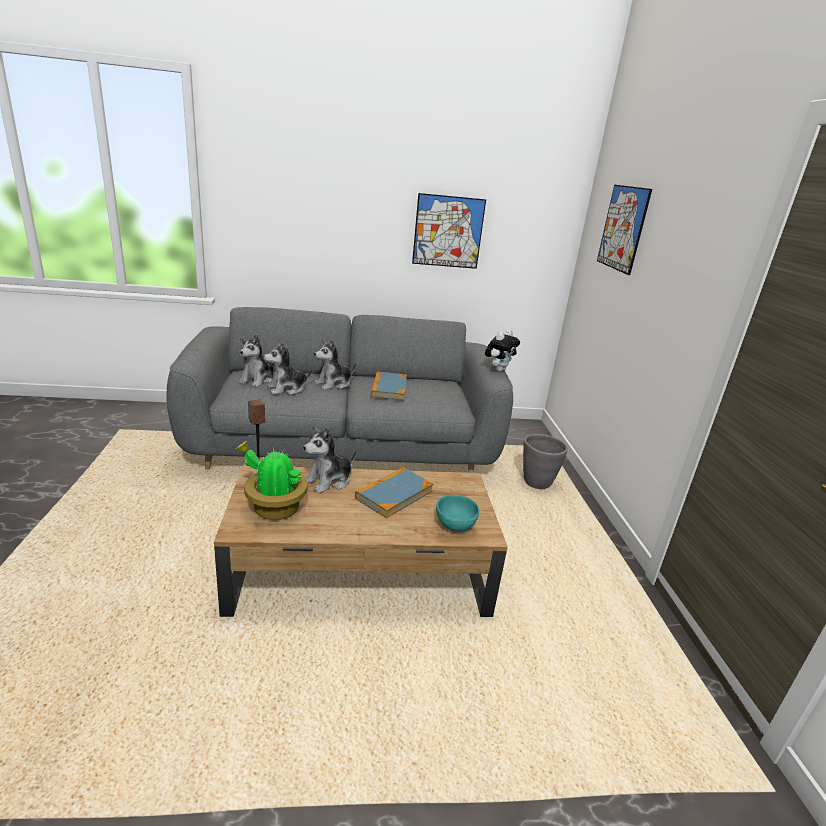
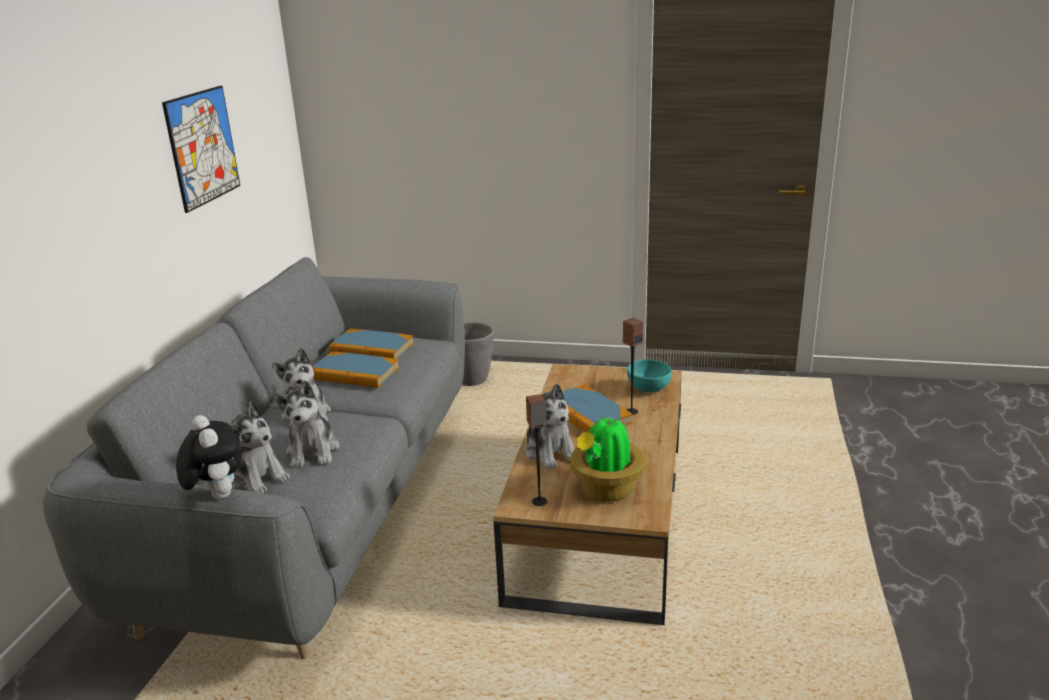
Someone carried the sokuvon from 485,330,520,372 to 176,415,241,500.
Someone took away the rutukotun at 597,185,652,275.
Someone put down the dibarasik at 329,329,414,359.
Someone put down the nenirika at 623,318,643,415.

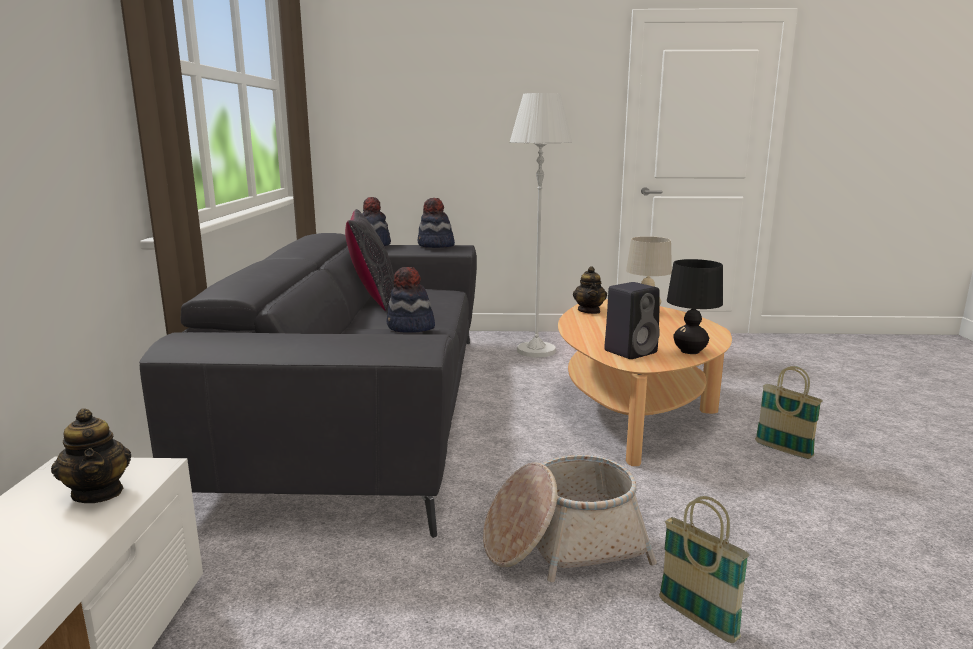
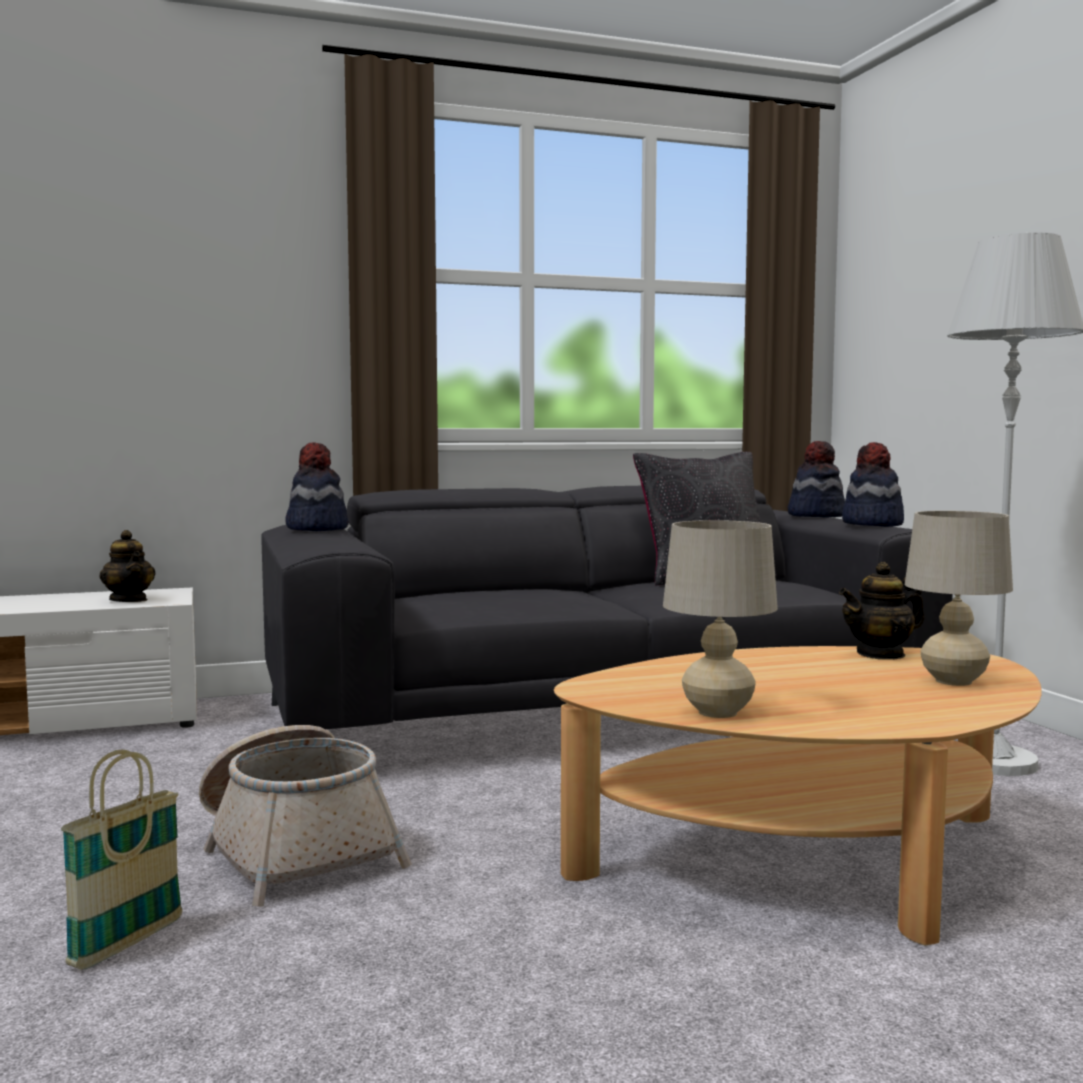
Someone rotated the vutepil at 51,409,131,503 by 75 degrees counterclockwise.
Someone carried the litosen from 386,267,435,333 to 285,443,349,531.
Someone took away the black_nenirika at 604,282,660,359.
Someone repainted the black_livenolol at 667,259,723,354, which became the beige_livenolol at 663,520,778,718.
Someone took away the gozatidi at 755,366,823,459.

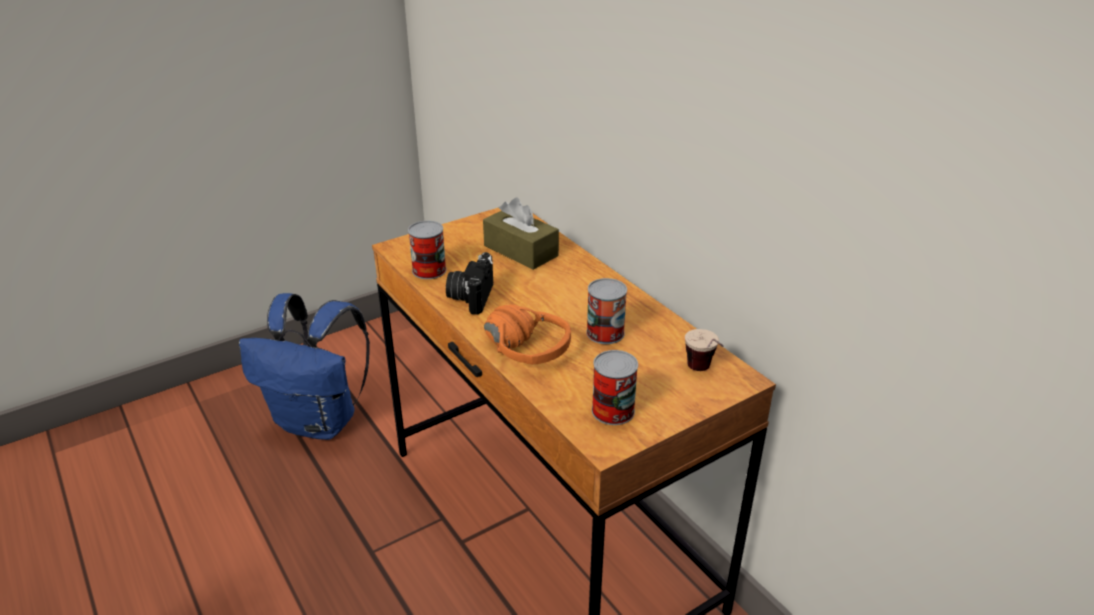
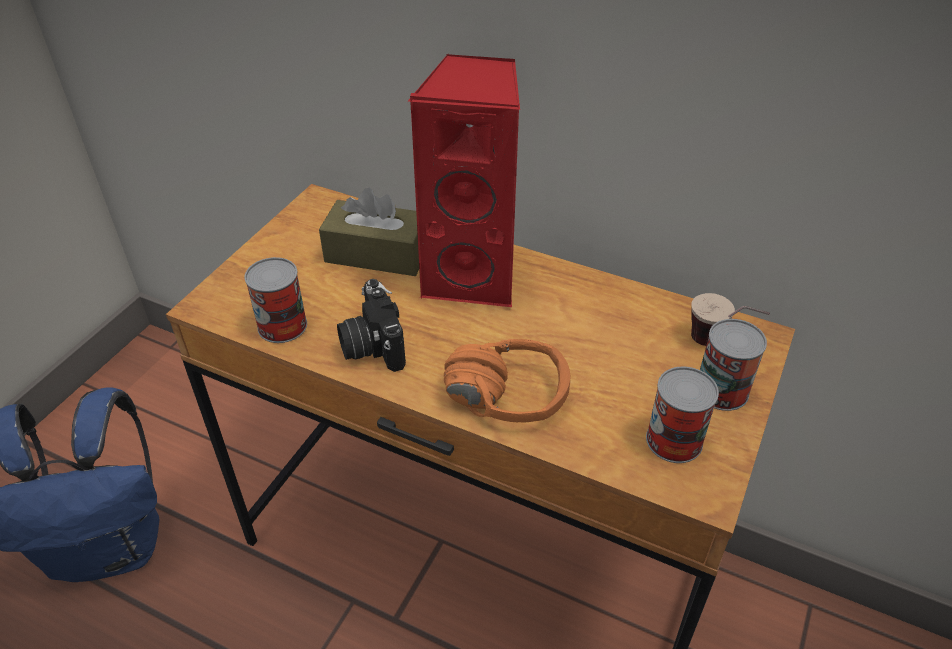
Someone carried the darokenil from 586,278,627,344 to 700,319,767,411.
Someone put down the red_nenirika at 408,53,520,307.

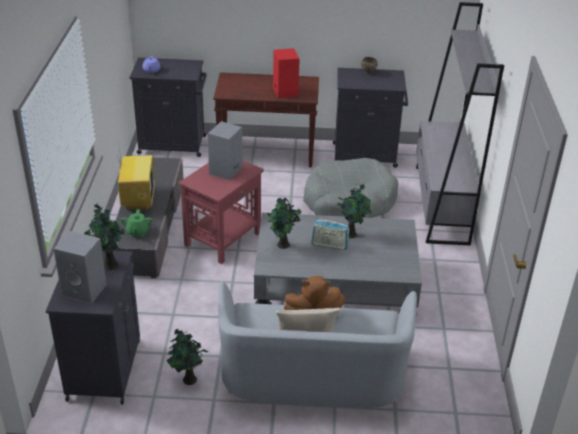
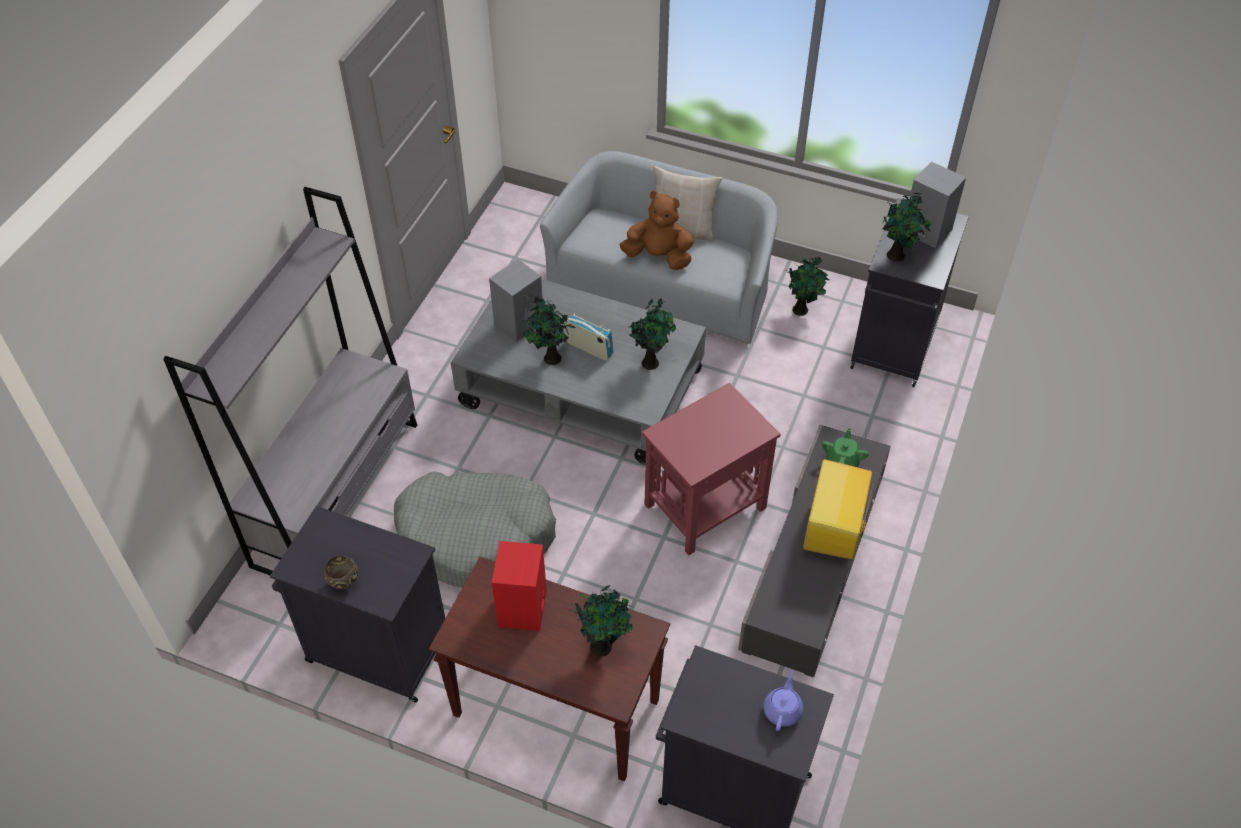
Someone carried the grey_nenirika from 208,121,243,180 to 489,259,543,343.
Someone put down the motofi at 570,585,633,657.

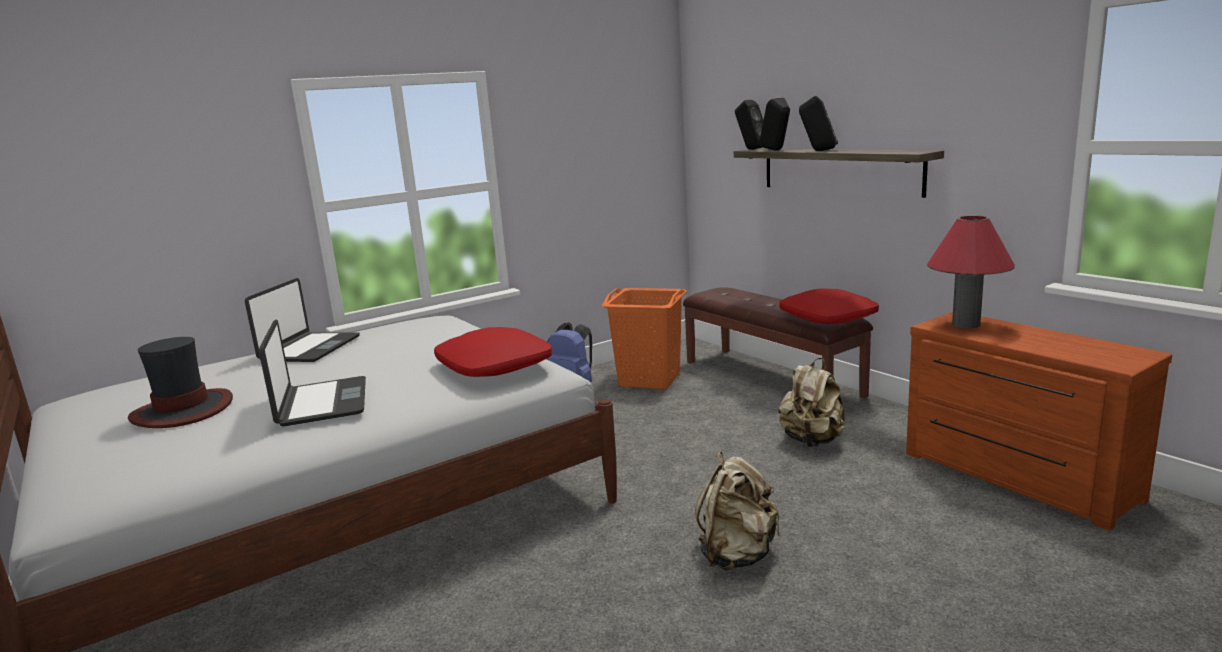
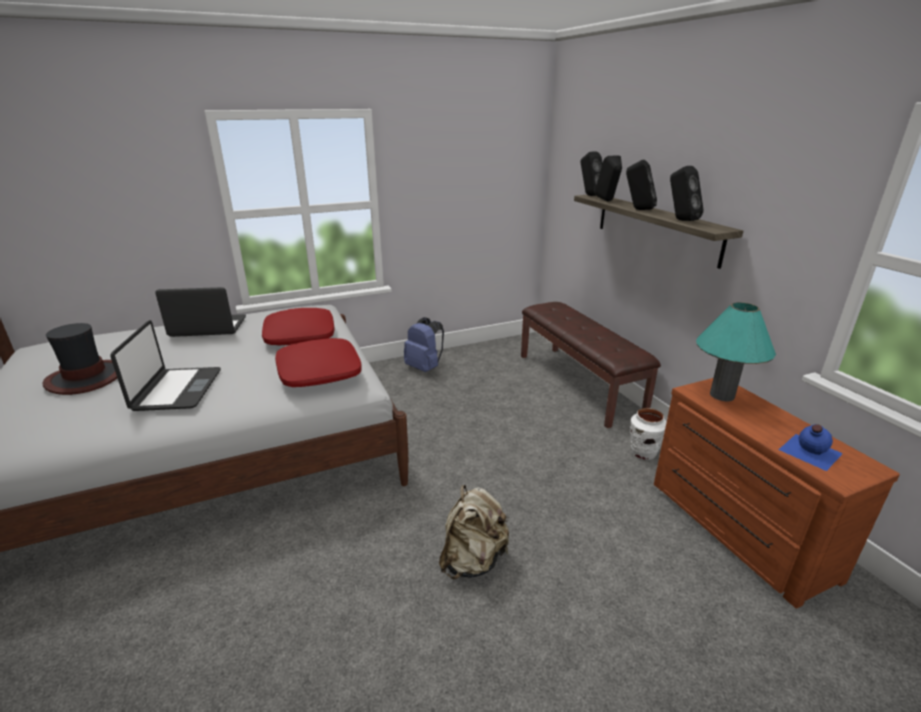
Someone rotated the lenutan at 245,278,360,362 by 120 degrees counterclockwise.
Someone took away the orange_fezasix at 601,288,687,389.
Someone took away the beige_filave at 778,358,845,447.
Someone carried the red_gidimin from 779,288,879,324 to 262,308,334,345.
Someone repainted the red_livenolol at 927,216,1015,328, which became the turquoise_livenolol at 696,302,776,401.
Someone put down the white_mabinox at 630,408,667,460.
Someone put down the black_nenirika at 670,166,704,221.
Someone put down the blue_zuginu at 779,424,843,471.

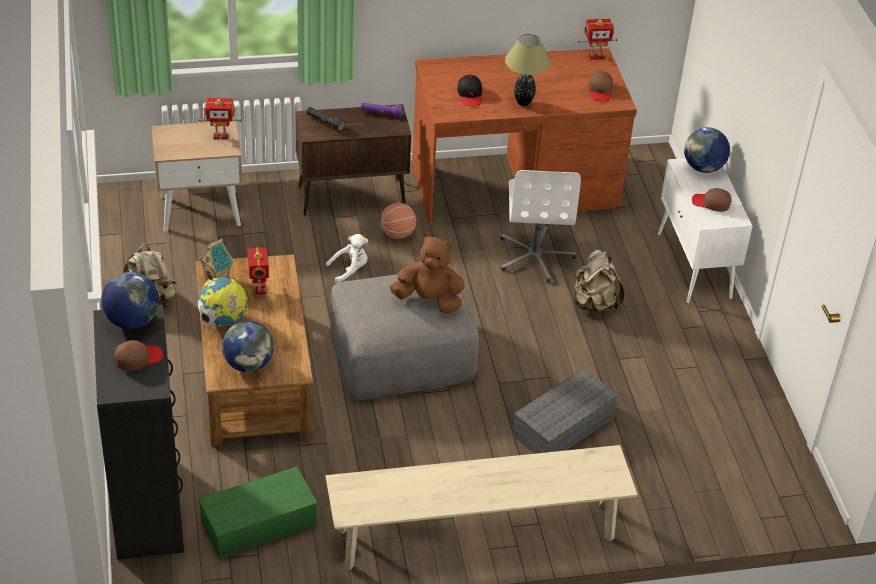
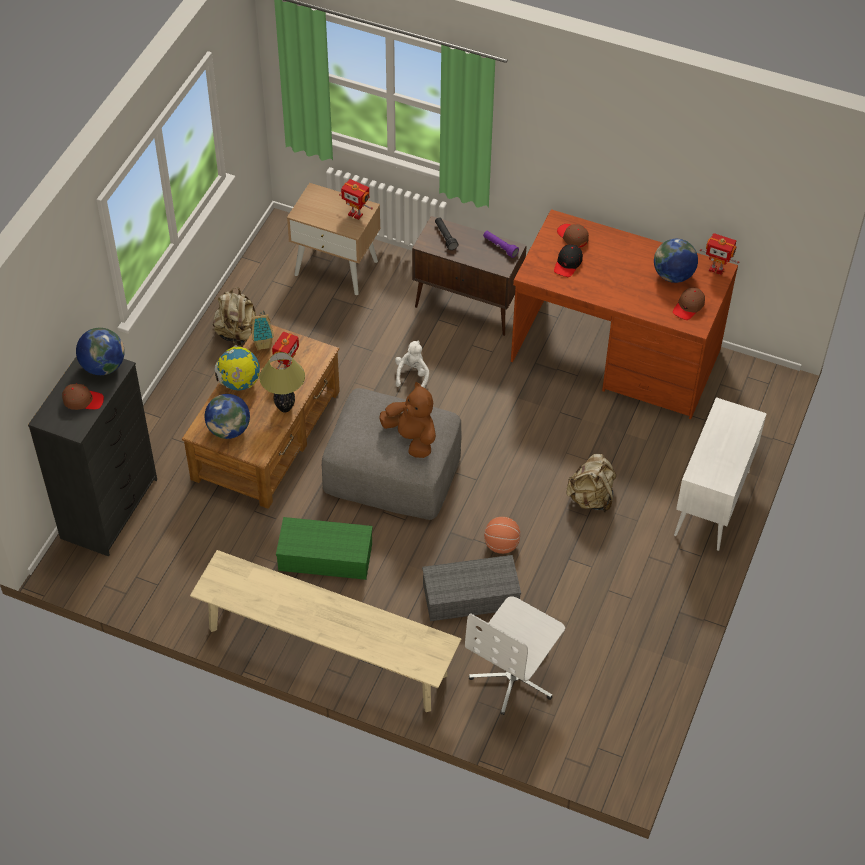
Someone carried the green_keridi from 198,466,318,559 to 276,517,373,580.
Someone rotated the white_sokuvon at 326,234,368,283 by 90 degrees counterclockwise.
Someone carried the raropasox from 381,203,416,239 to 484,517,521,554.
Someone carried the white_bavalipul from 500,170,581,283 to 465,596,565,715.
Someone carried the livenolol from 505,34,551,106 to 259,352,305,412.
Someone carried the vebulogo from 684,127,730,173 to 654,239,698,283.
Someone carried the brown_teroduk from 692,188,731,212 to 557,224,589,247.

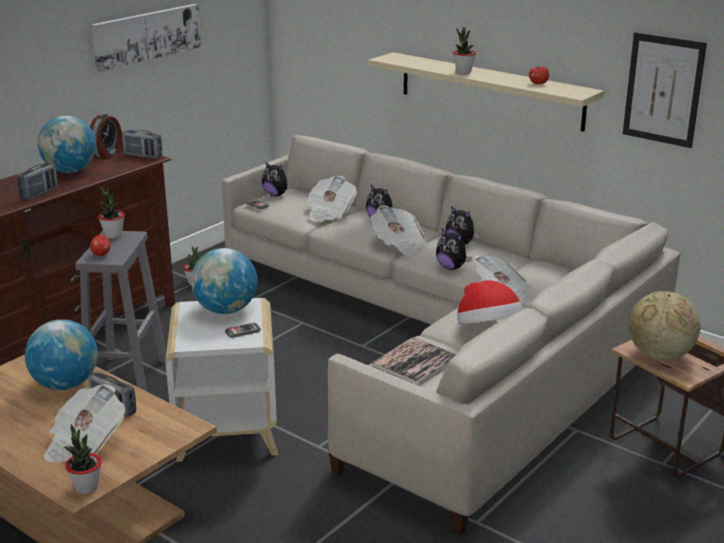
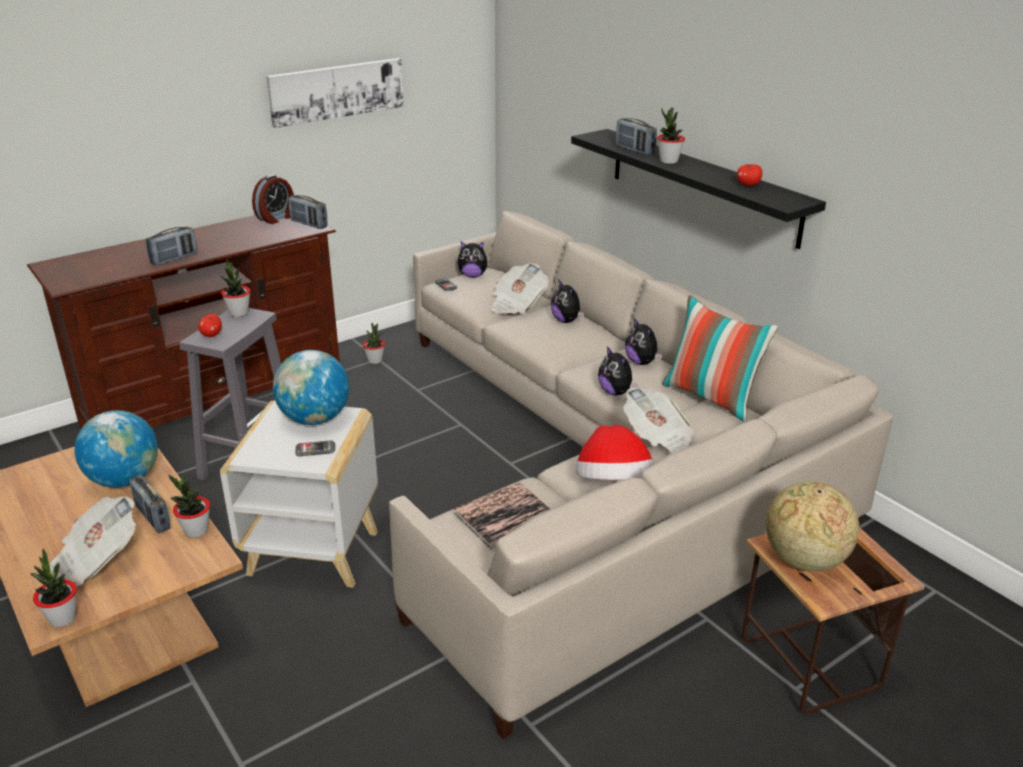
Someone took away the vebulogo at 38,116,96,173.
Someone rotated the sokuvon at 262,161,292,196 by 45 degrees counterclockwise.
Someone repainted the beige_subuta at 368,52,604,132, which became the black_subuta at 571,129,826,249.
Someone took away the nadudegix at 371,205,427,255.
Someone took away the rutukotun at 623,33,707,148.
Someone put down the motofi at 169,474,210,538.
Someone put down the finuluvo at 616,118,657,155.
Someone put down the gidimin at 662,295,778,422.

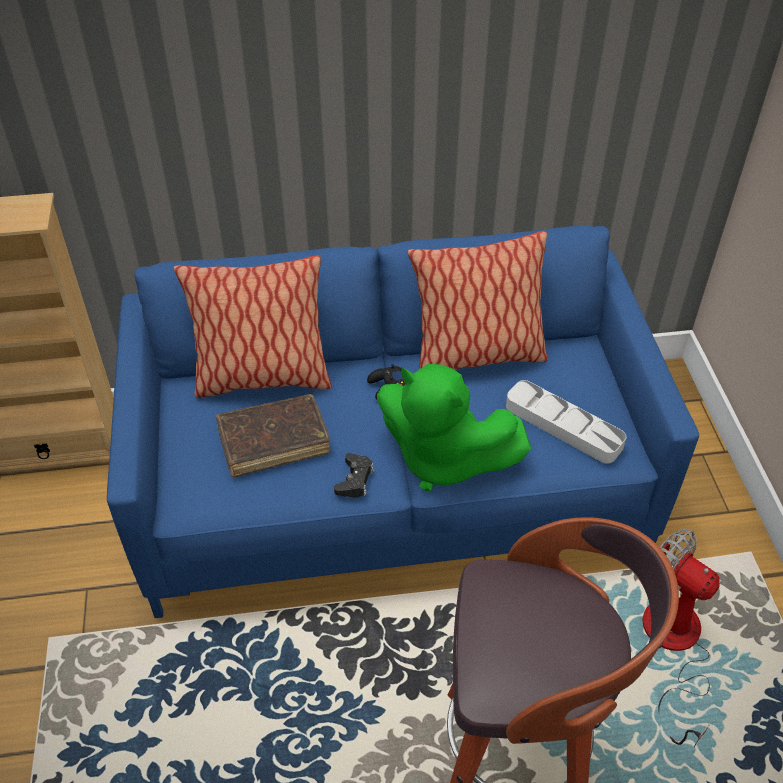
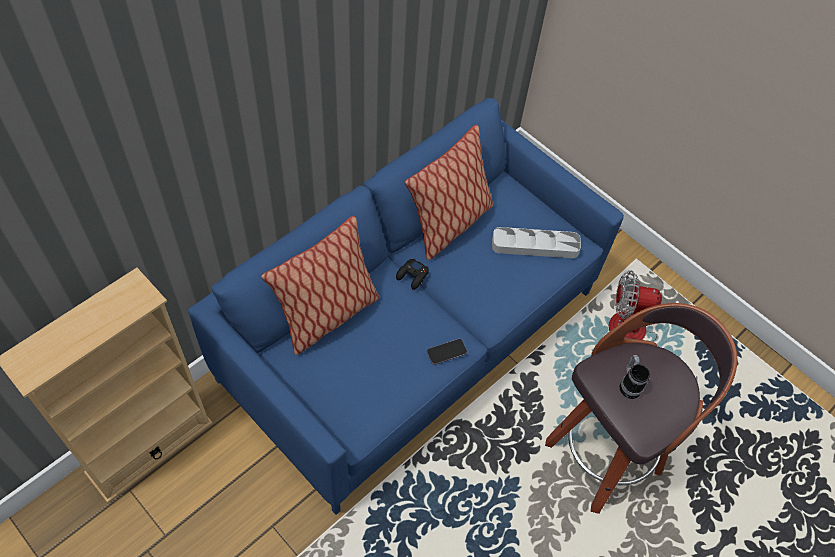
Someone took away the brown_dibarasik at 216,394,330,478.
Someone swapped the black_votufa at 334,453,374,498 for the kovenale at 427,339,467,365.
Someone took away the green_sokuvon at 377,364,531,491.
Someone put down the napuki at 619,355,650,399.

